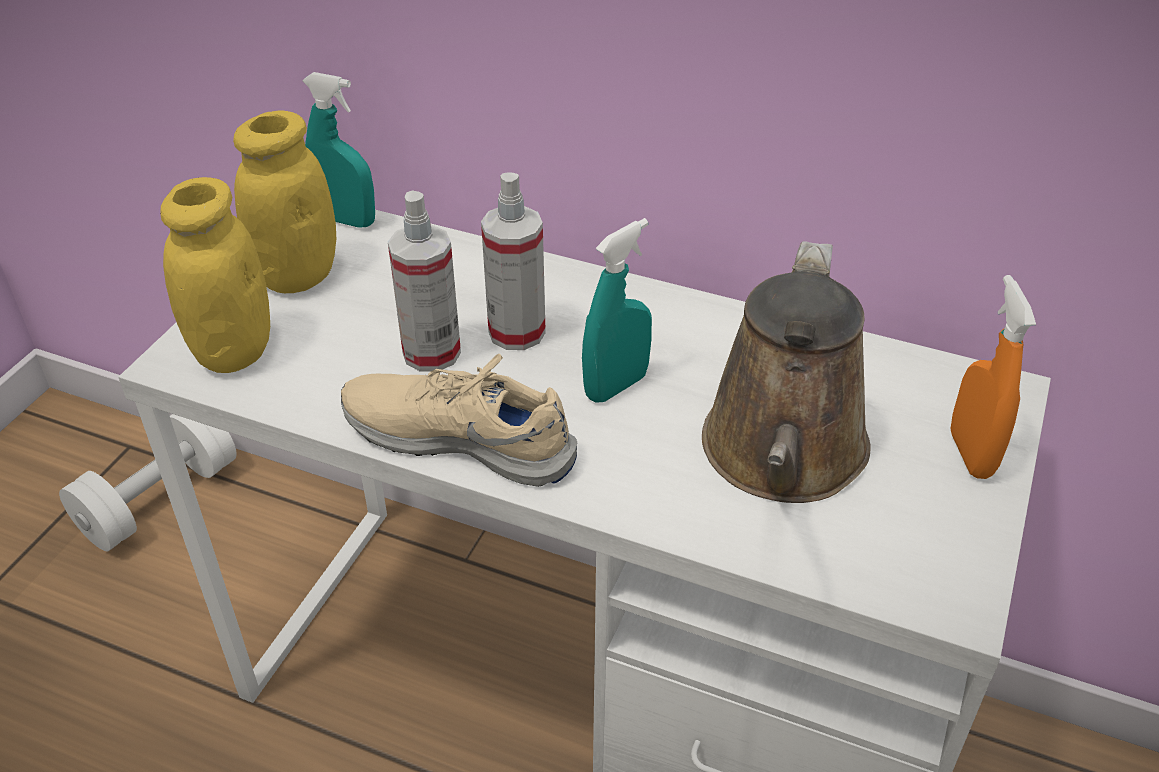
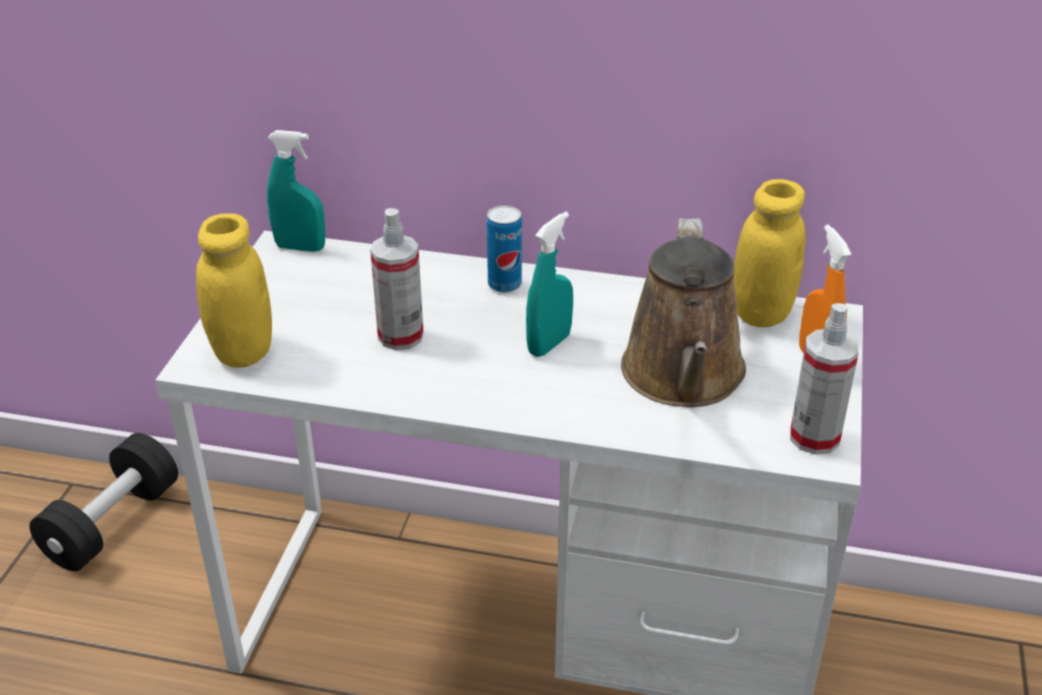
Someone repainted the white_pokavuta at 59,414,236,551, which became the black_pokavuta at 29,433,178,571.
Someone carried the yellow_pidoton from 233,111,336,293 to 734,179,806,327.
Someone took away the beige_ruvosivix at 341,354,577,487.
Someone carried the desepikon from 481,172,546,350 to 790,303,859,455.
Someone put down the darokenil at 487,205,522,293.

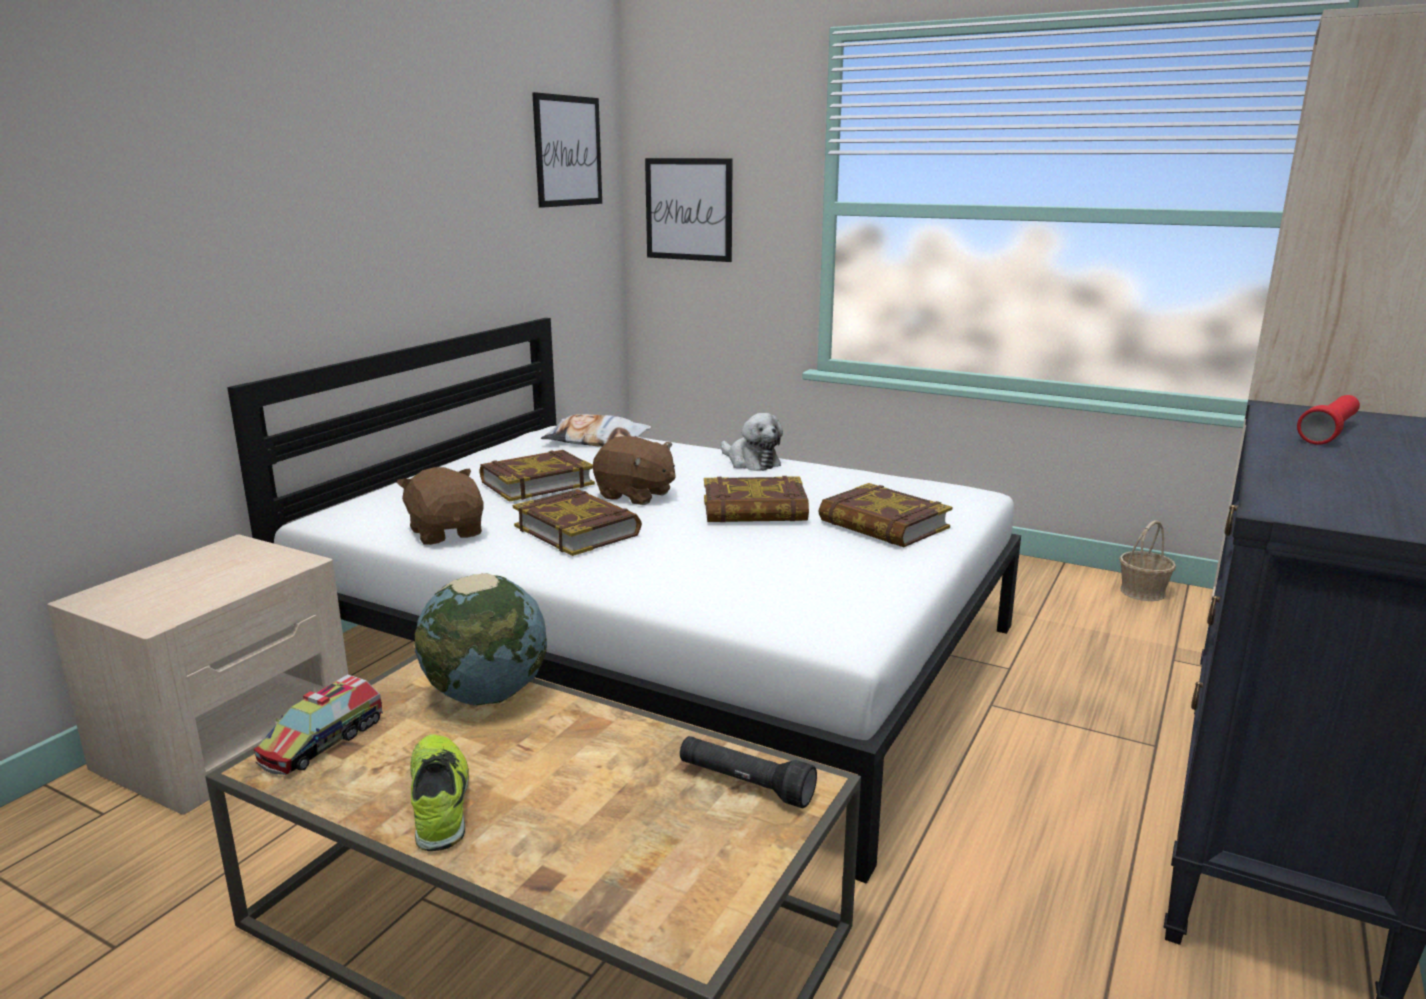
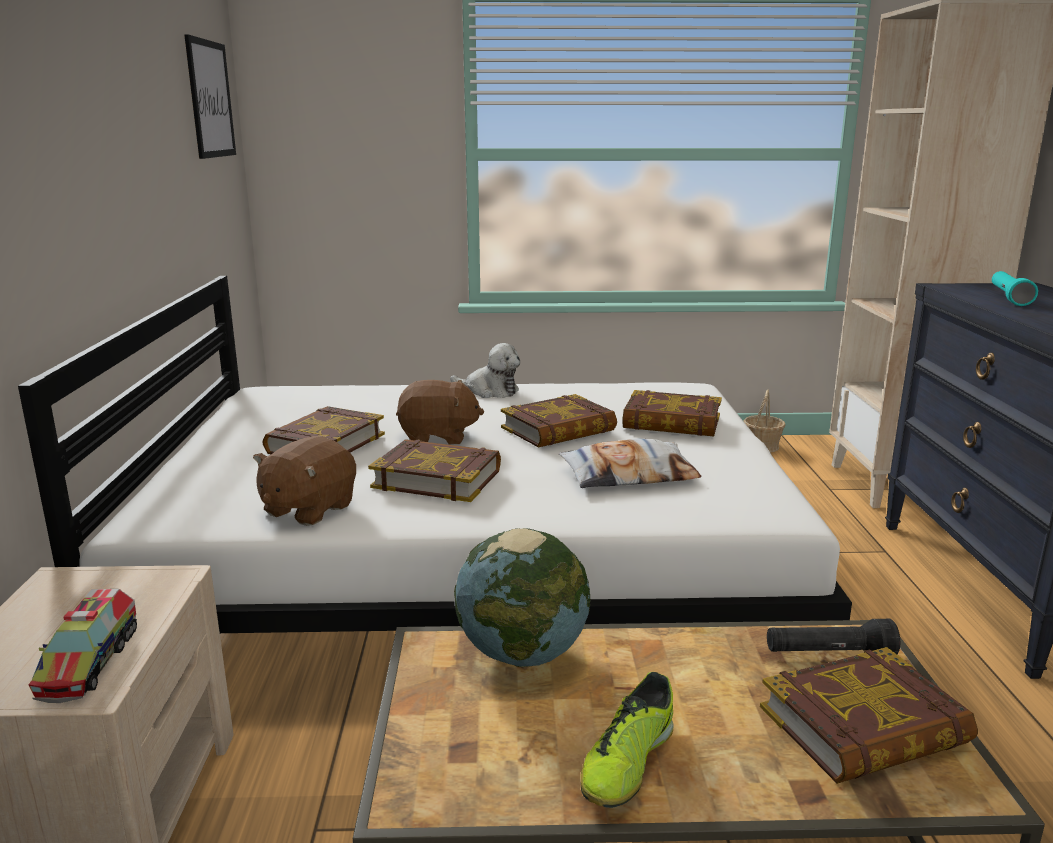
Someone carried the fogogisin from 254,675,383,775 to 28,589,137,703.
Someone rotated the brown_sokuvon at 396,467,484,545 by 90 degrees counterclockwise.
Someone rotated the ruvosivix at 410,734,469,851 by 105 degrees counterclockwise.
Someone carried the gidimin from 541,414,652,447 to 559,438,701,488.
Someone took away the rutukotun at 645,158,733,262.
Someone repainted the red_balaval at 1297,395,1360,445, which became the turquoise_balaval at 992,271,1038,306.
Someone put down the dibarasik at 760,647,978,784.

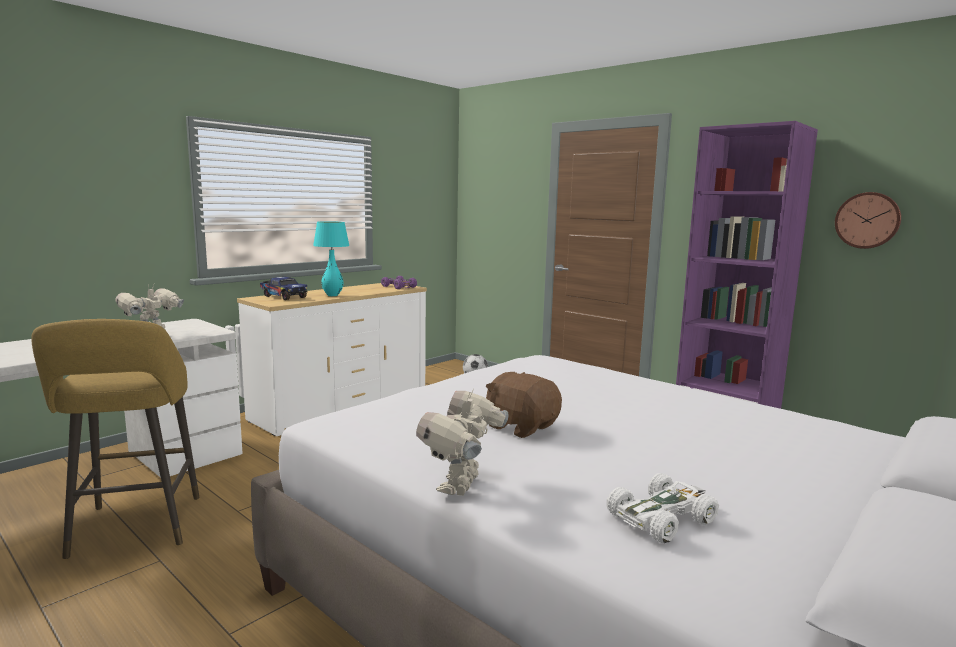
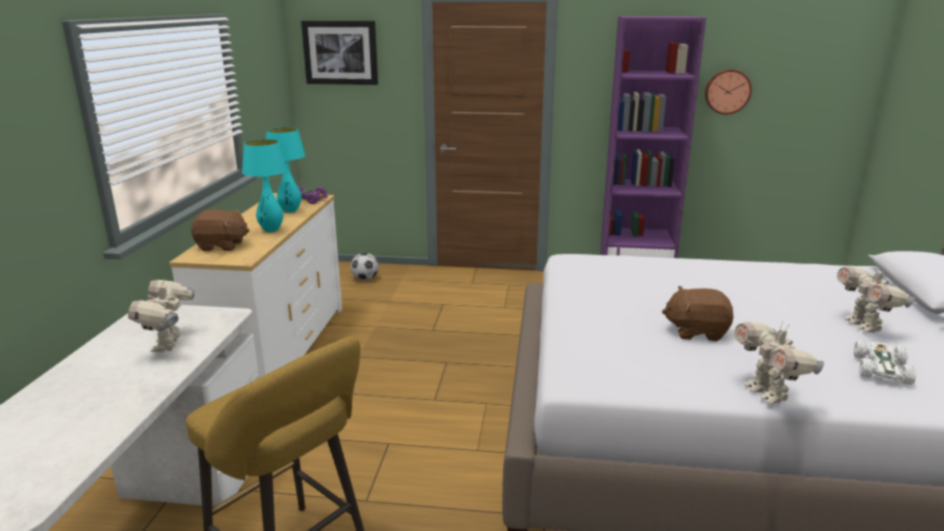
Someone swapped the fogogisin at 260,276,308,300 for the brown_sokuvon at 191,209,250,251.
Someone put down the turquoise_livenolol at 266,127,305,213.
Someone put up the rutukotun at 301,21,378,85.
Someone put down the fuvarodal at 837,264,915,332.

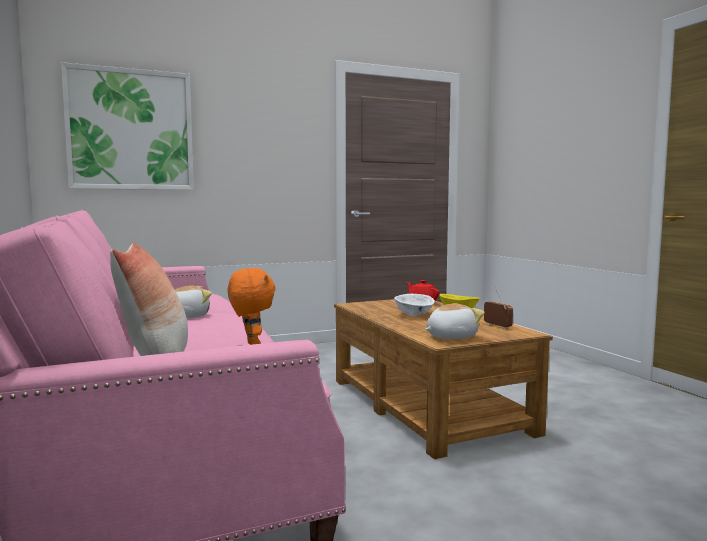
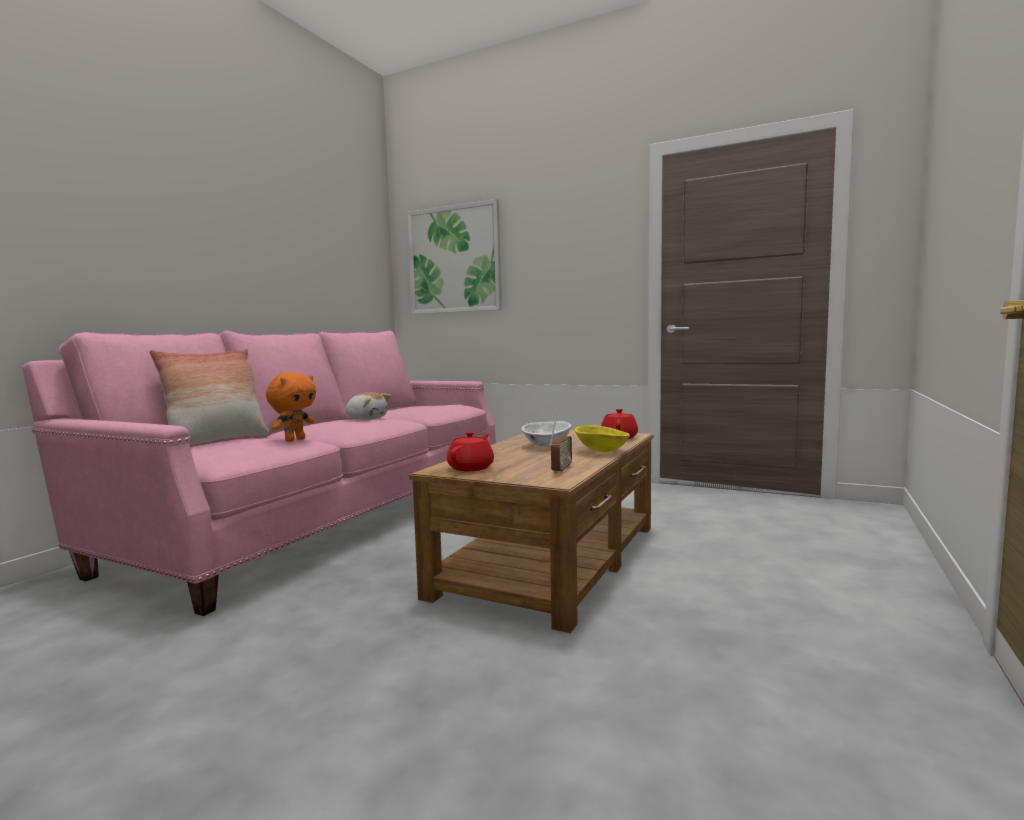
Someone swapped the sokuvon at 425,303,484,339 for the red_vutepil at 447,432,494,471.

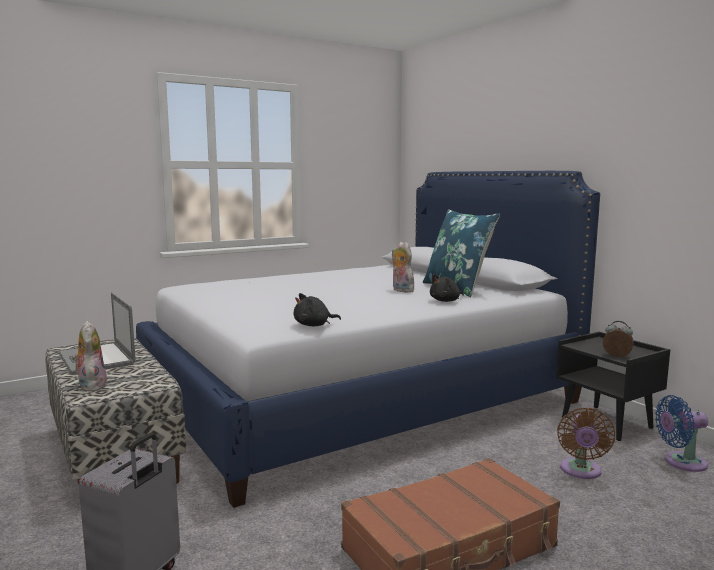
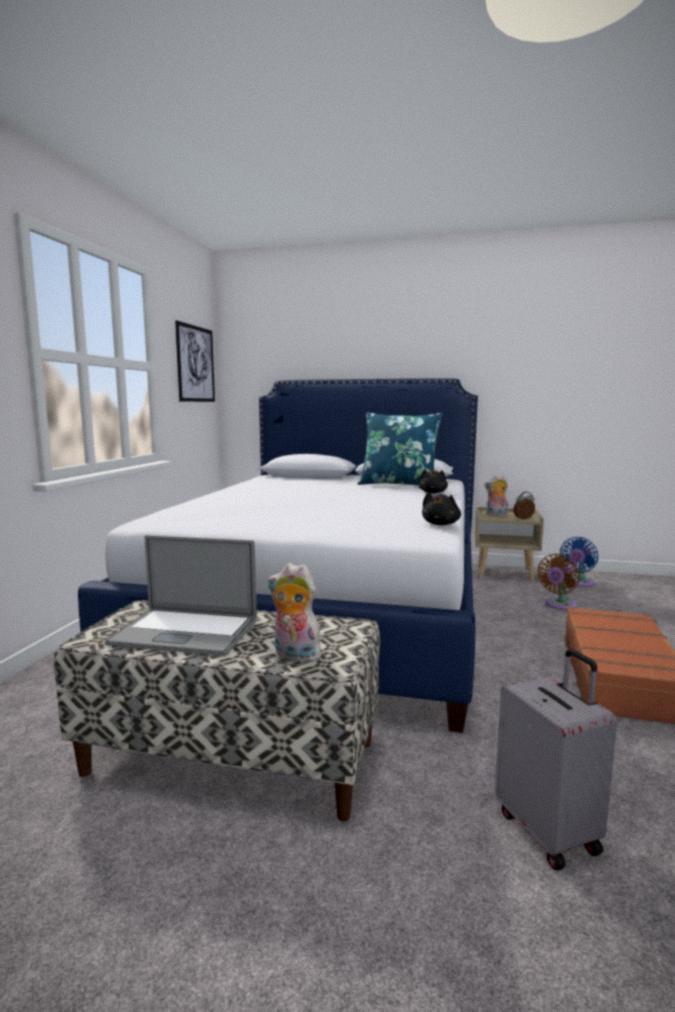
Someone carried the sokuvon from 391,242,415,293 to 484,475,508,516.
Someone repainted the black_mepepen at 556,332,670,441, which became the beige_mepepen at 475,507,544,582.
Someone rotated the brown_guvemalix at 557,408,615,479 by 75 degrees clockwise.
Someone put up the rutukotun at 175,320,215,402.

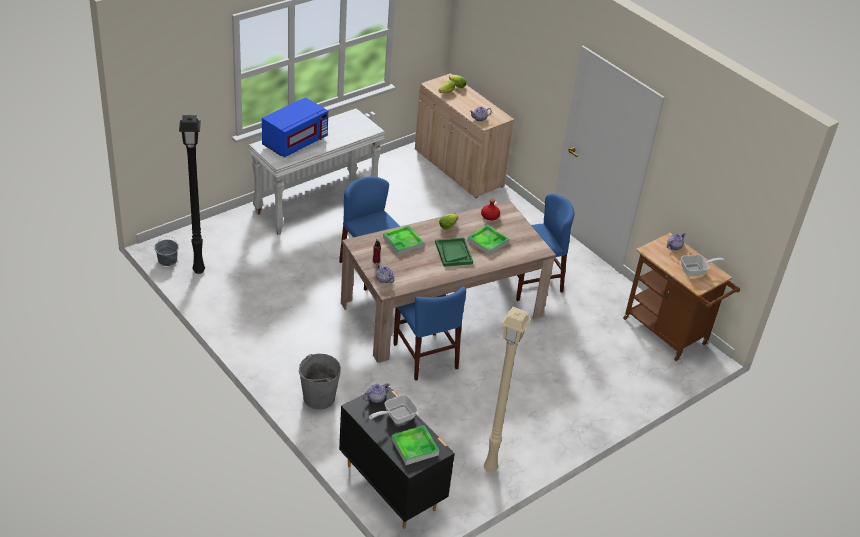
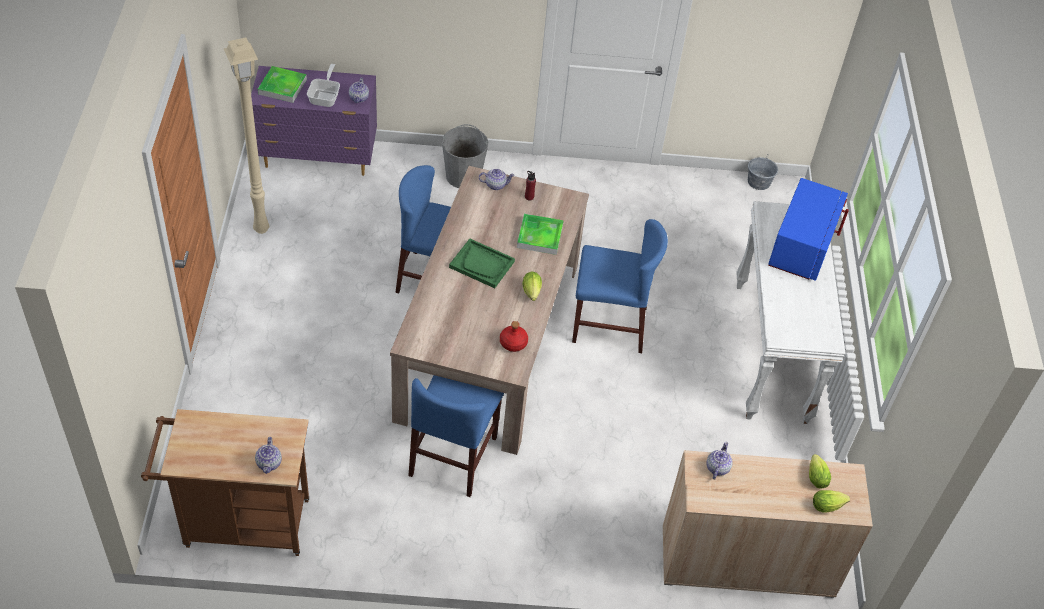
Someone took away the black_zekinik at 179,115,205,274.
Someone rotated the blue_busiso at 262,97,328,157 by 150 degrees counterclockwise.
Someone repainted the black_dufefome at 339,384,455,529, which became the purple_dufefome at 251,66,377,176.
Someone took away the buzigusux at 467,225,509,255.
Someone took away the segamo at 681,255,725,276.

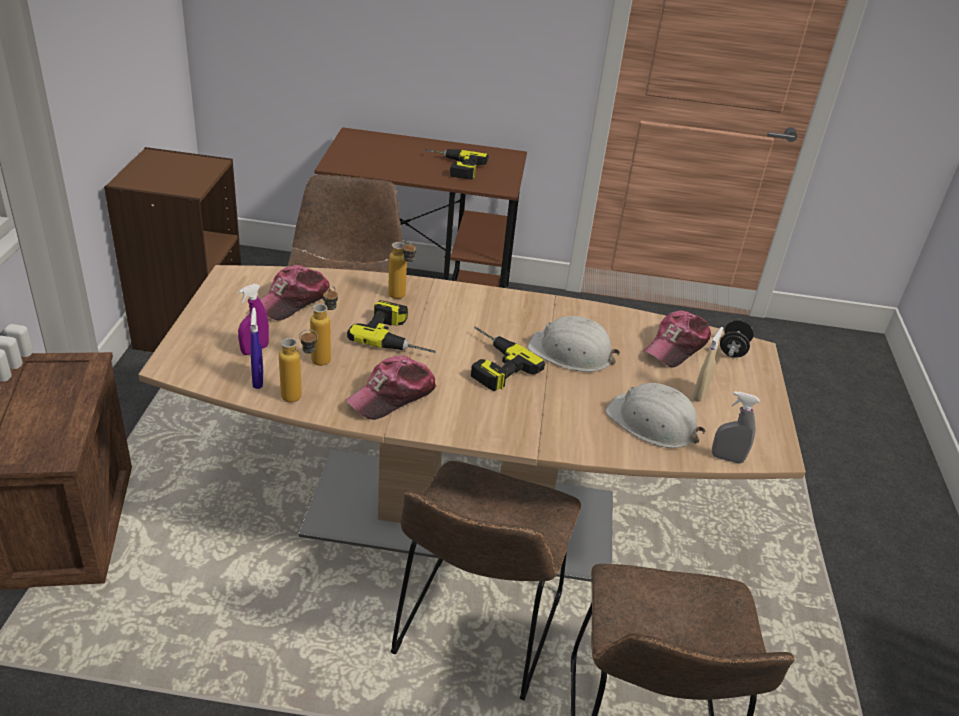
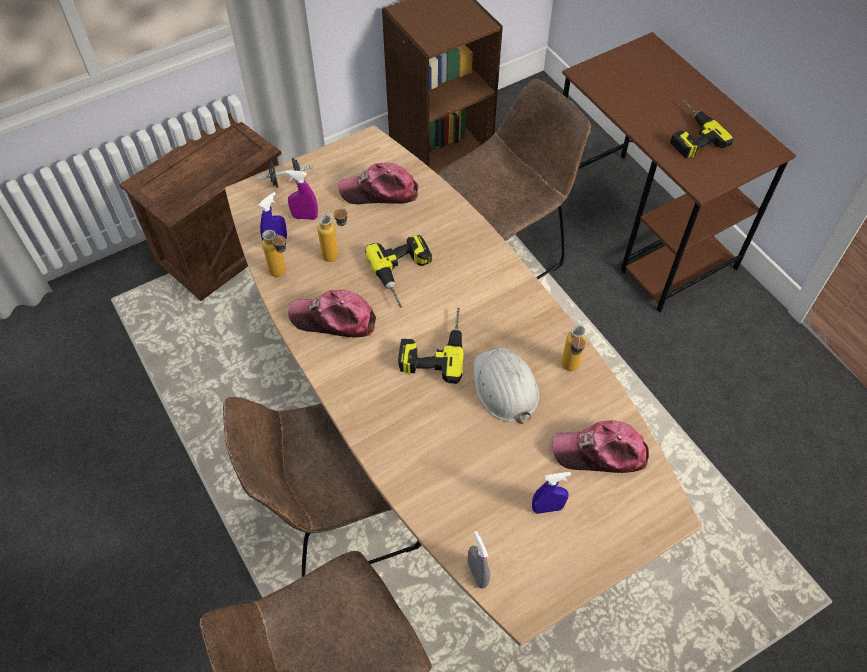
Someone carried the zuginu from 388,240,416,299 to 561,325,586,371.
Someone took away the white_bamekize at 605,383,705,448.
Someone repainted the beige_desepikon at 692,327,723,402, which became the blue_desepikon at 532,472,571,514.
Someone carried the black_pokavuta from 720,319,754,358 to 257,158,313,188.

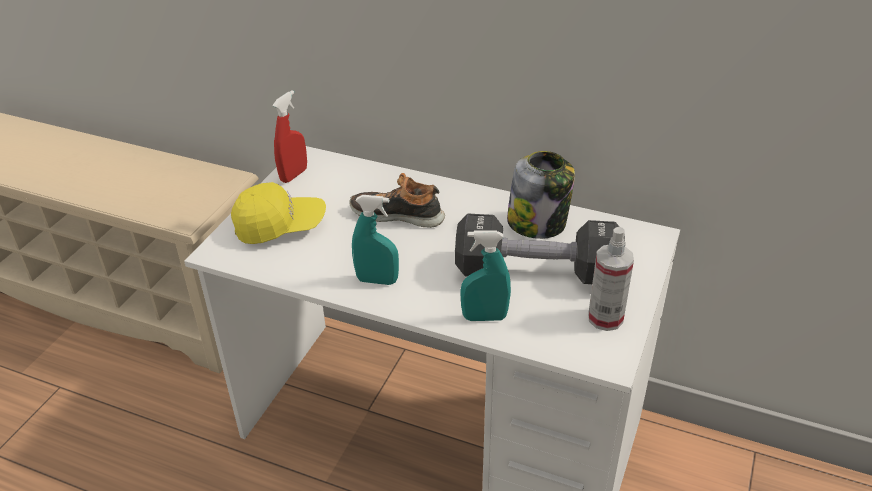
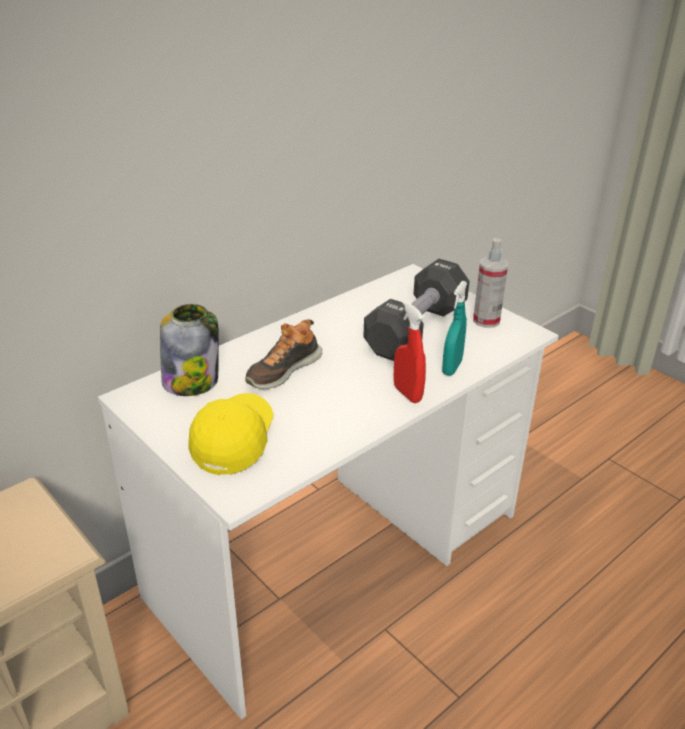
Someone carried the red_desepikon from 272,90,307,183 to 394,300,426,403.
Someone took away the turquoise_desepikon at 352,195,399,285.
Someone carried the pidoton from 507,151,575,239 to 160,304,219,396.

